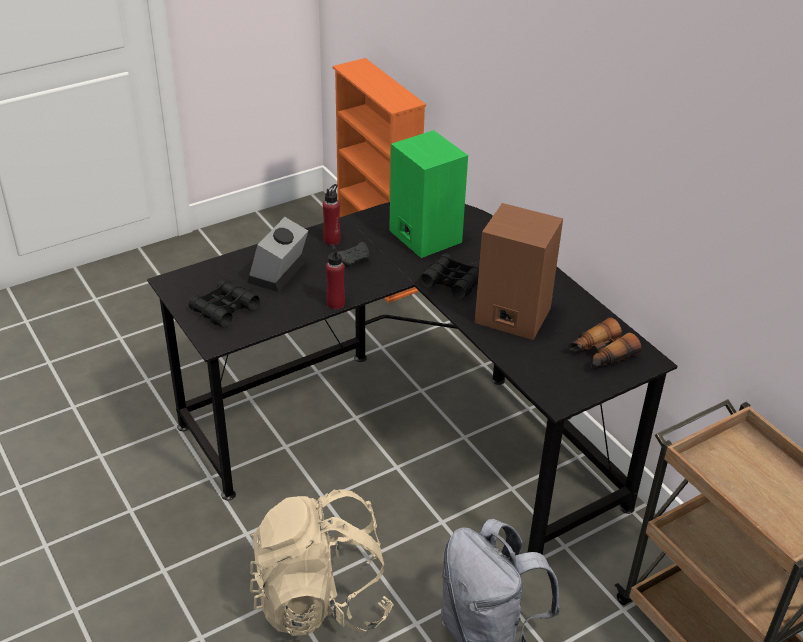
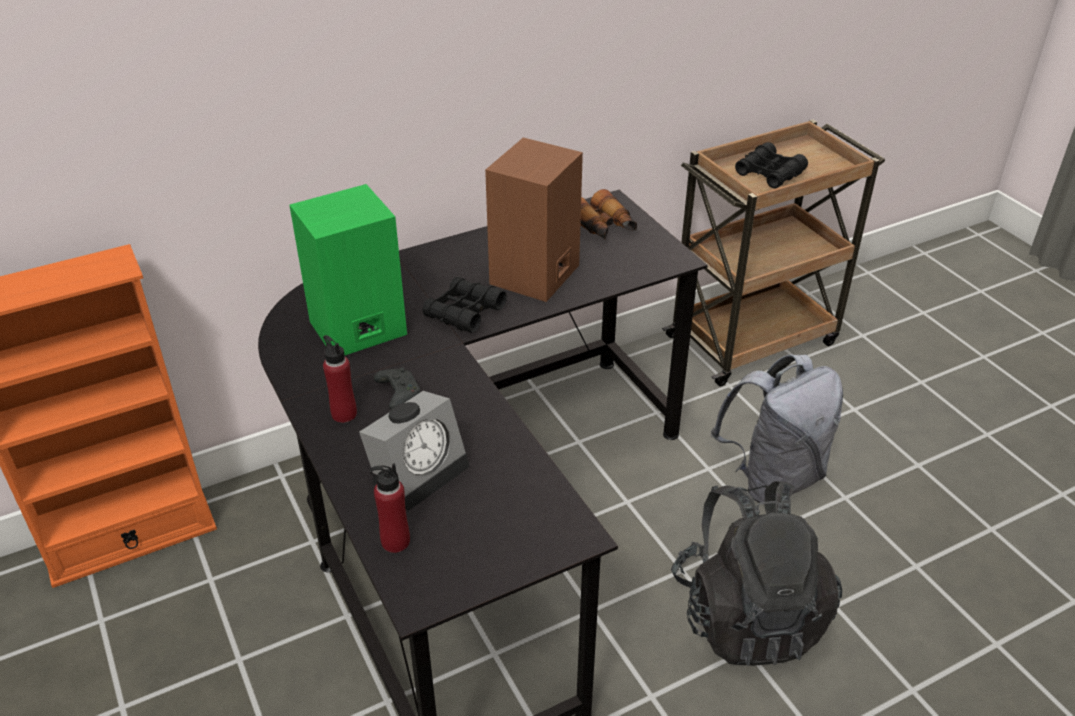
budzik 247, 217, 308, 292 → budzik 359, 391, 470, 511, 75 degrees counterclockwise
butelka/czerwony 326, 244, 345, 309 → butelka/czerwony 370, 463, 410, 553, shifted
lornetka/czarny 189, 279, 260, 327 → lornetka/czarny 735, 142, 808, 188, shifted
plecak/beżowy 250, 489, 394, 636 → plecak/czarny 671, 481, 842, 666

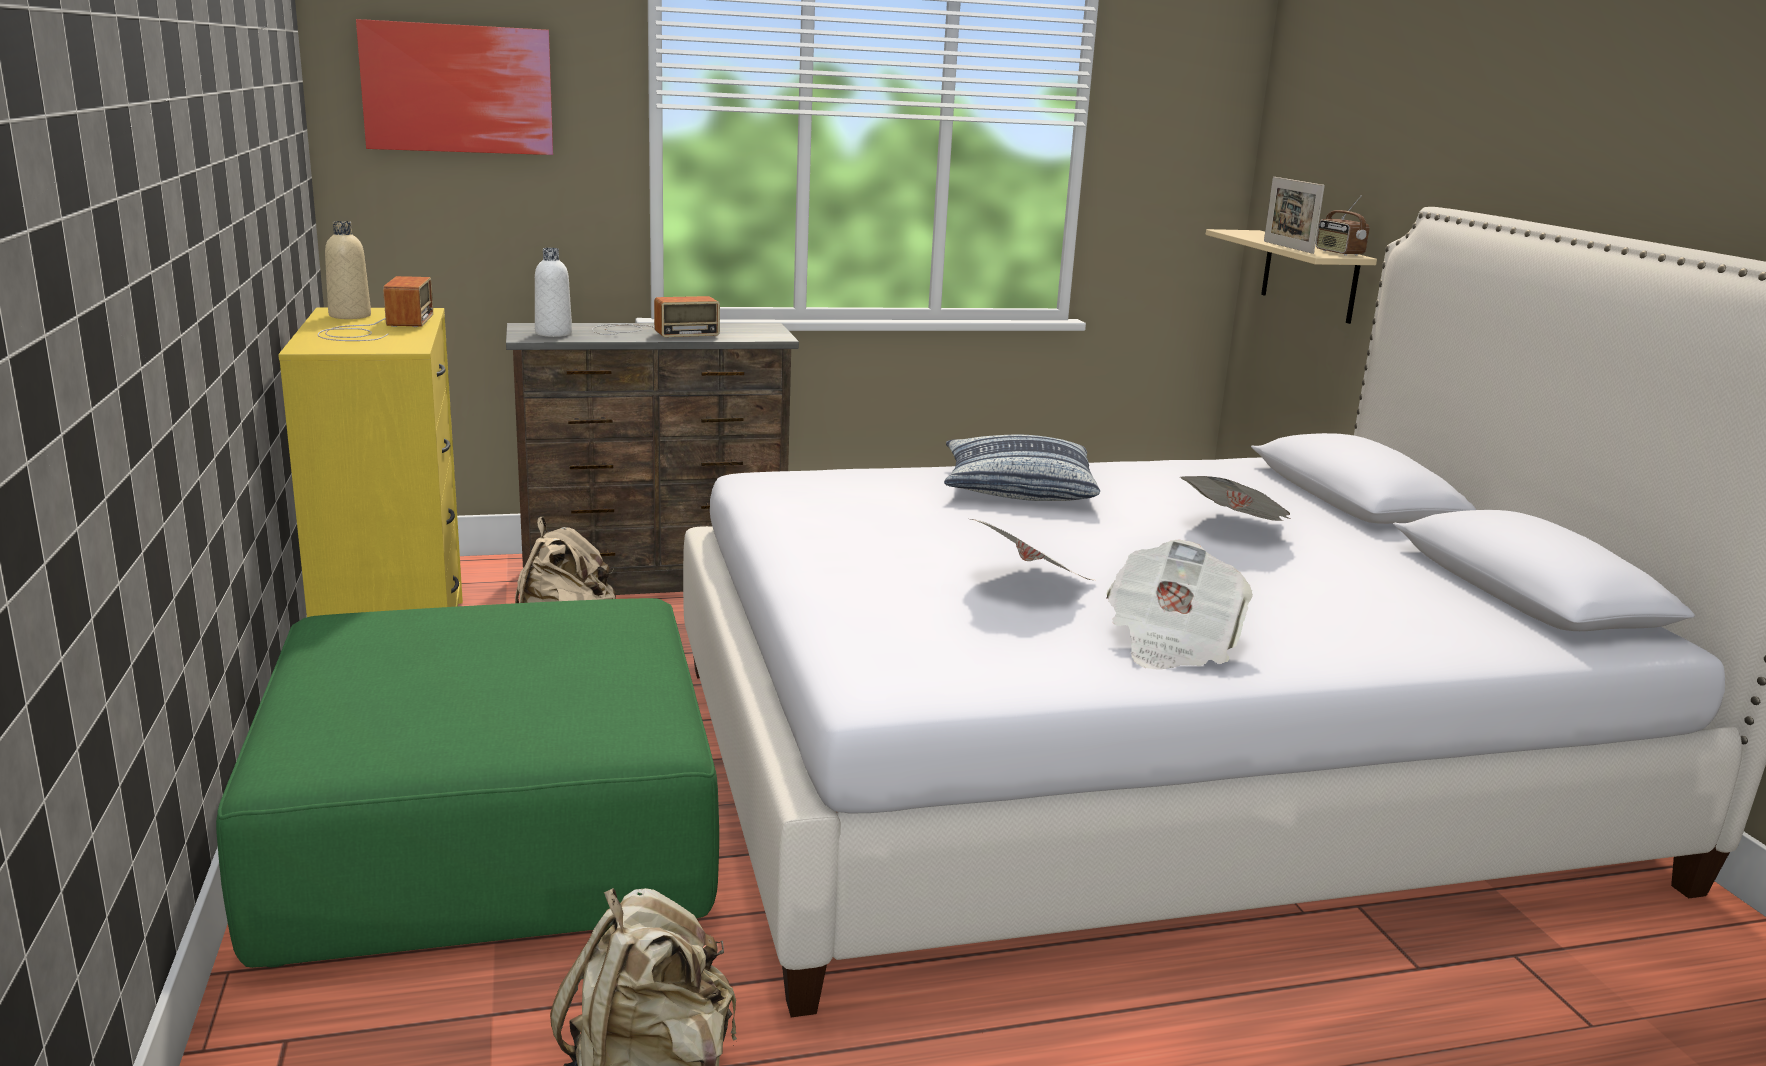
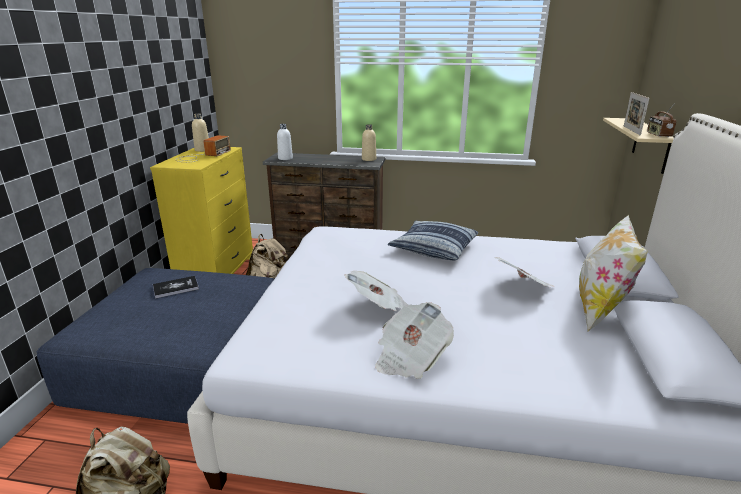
obraz 356, 19, 553, 155 → -
radio 592, 296, 720, 338 → -
pufa/zielony 216, 598, 719, 968 → pufa/niebieski 37, 268, 274, 424
- → butelka/beżowy 362, 124, 376, 161
- → poduszka 579, 214, 648, 332
- → książka 153, 276, 199, 299

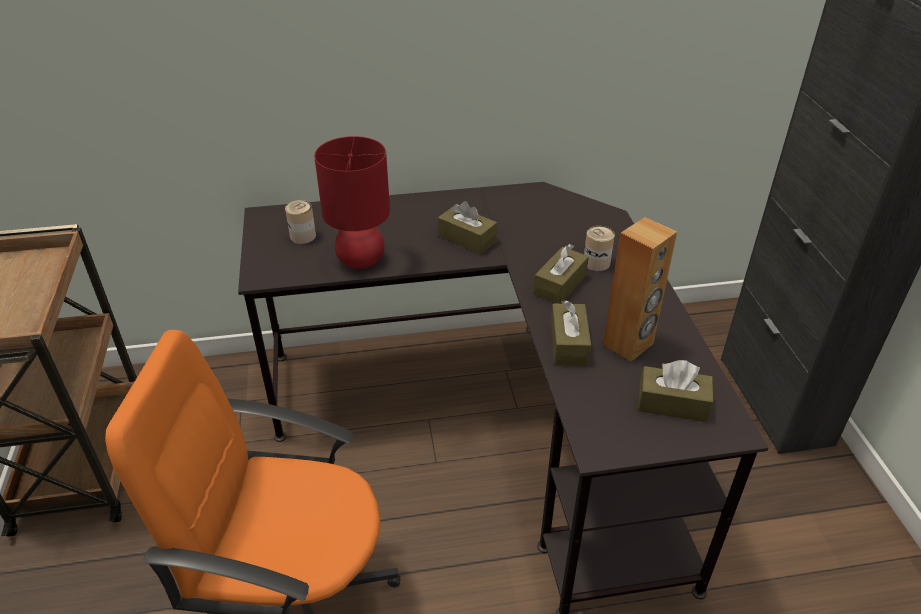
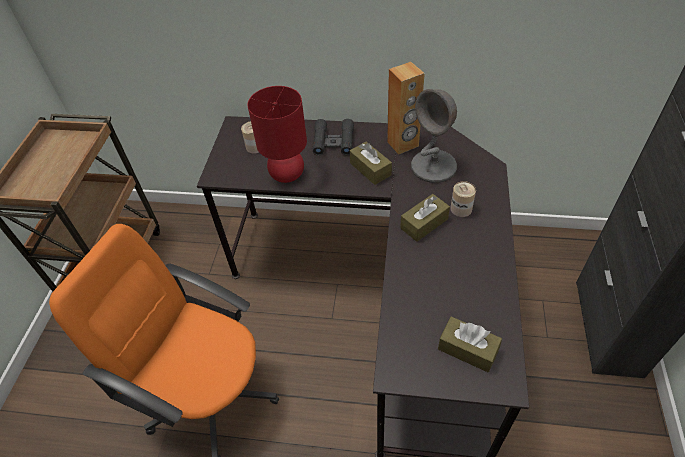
głośnik/brązowy 603, 217, 677, 362 → głośnik/brązowy 387, 61, 425, 155, shifted
pudełko chusteczek/brązowy 551, 300, 591, 365 → -
- → lampa stołowa/szary 411, 89, 457, 183
- → lornetka/czarny 313, 119, 354, 156

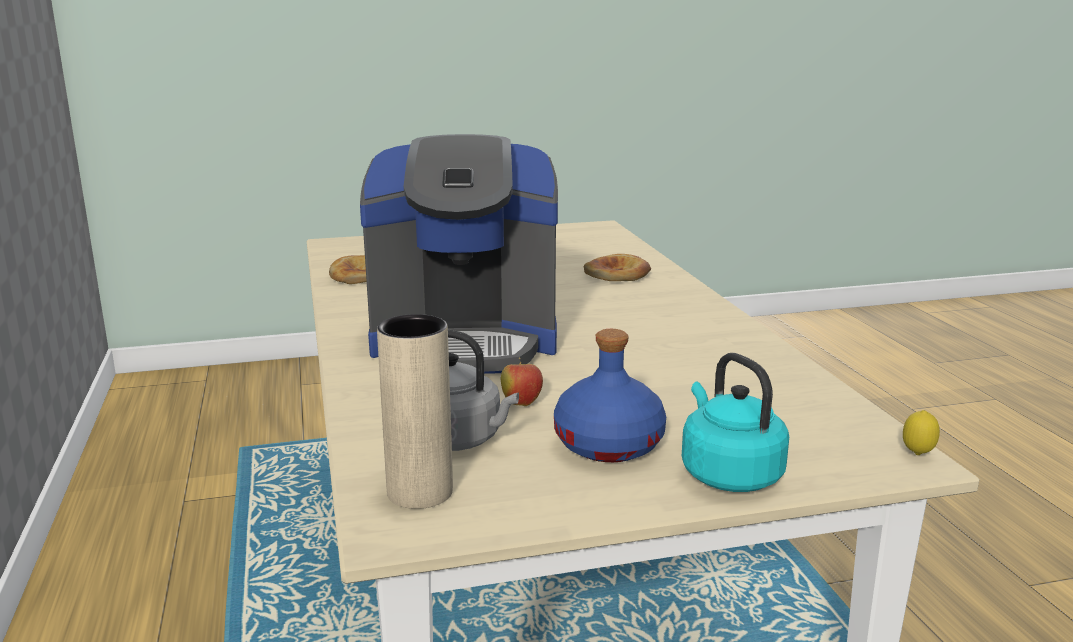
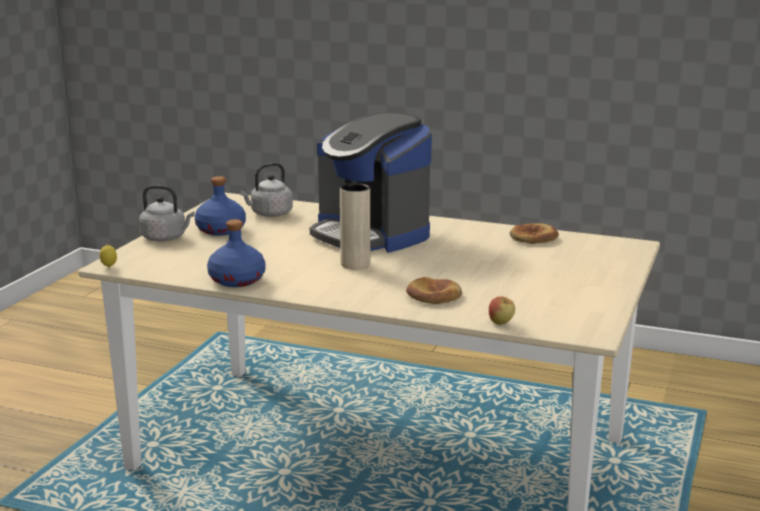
ekspres do kawy 360, 134, 558, 374 → ekspres do kawy 310, 112, 432, 252, 75 degrees counterclockwise
wazon/beżowy 377, 314, 453, 509 → wazon/beżowy 340, 183, 370, 270, shifted
czajnik/turkusowy 682, 353, 789, 492 → czajnik/szary 139, 185, 194, 241
jabłko 500, 357, 543, 406 → jabłko 489, 297, 515, 325, shifted
- → butelka/niebieski 207, 219, 265, 287

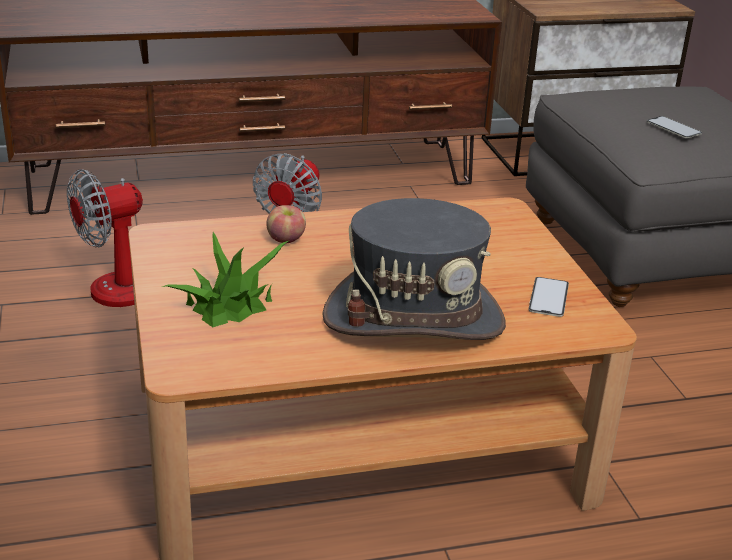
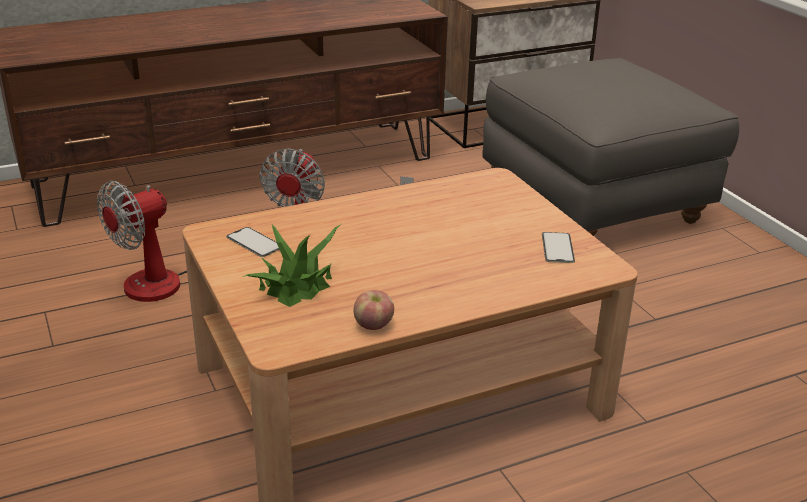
telefon 647, 116, 702, 138 → telefon 227, 227, 280, 257, shifted
kapelusz/szary 322, 198, 506, 340 → -
jabłko 266, 205, 306, 243 → jabłko 354, 290, 394, 330, shifted

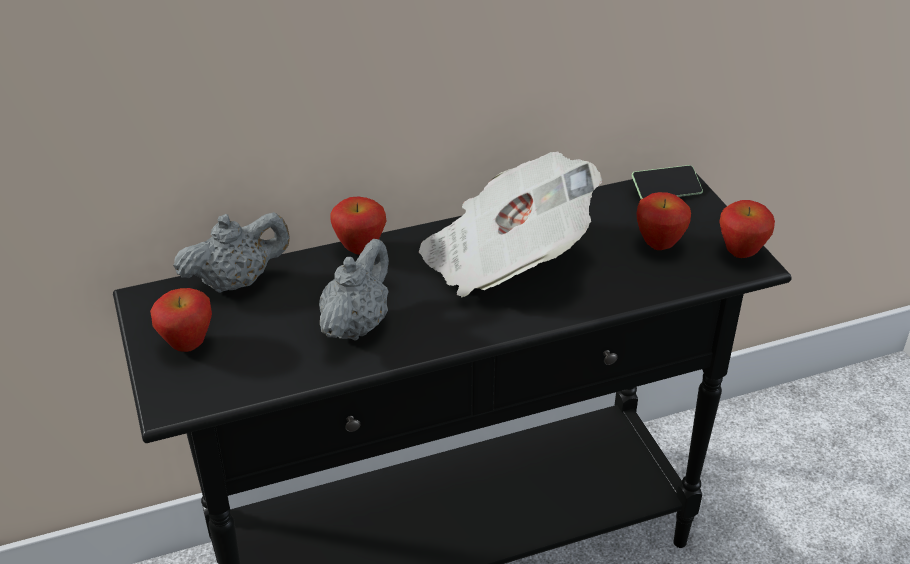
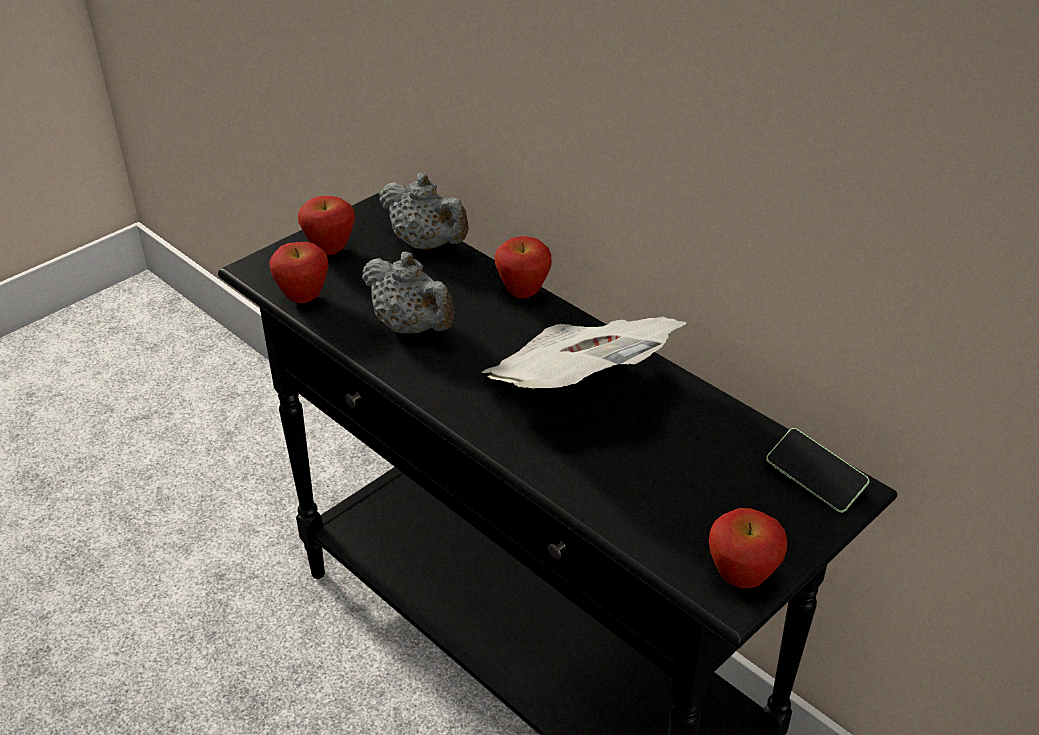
jabłko 636, 192, 691, 250 → jabłko 269, 242, 329, 303, shifted
imbryk/szary 319, 239, 389, 340 → imbryk/szary 362, 252, 454, 334, 45 degrees clockwise

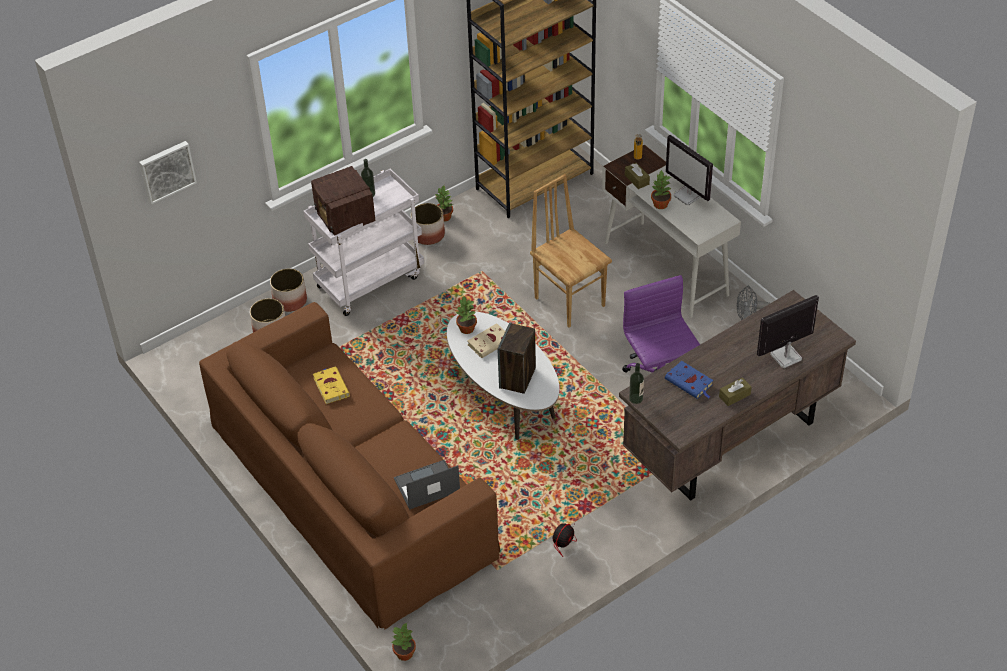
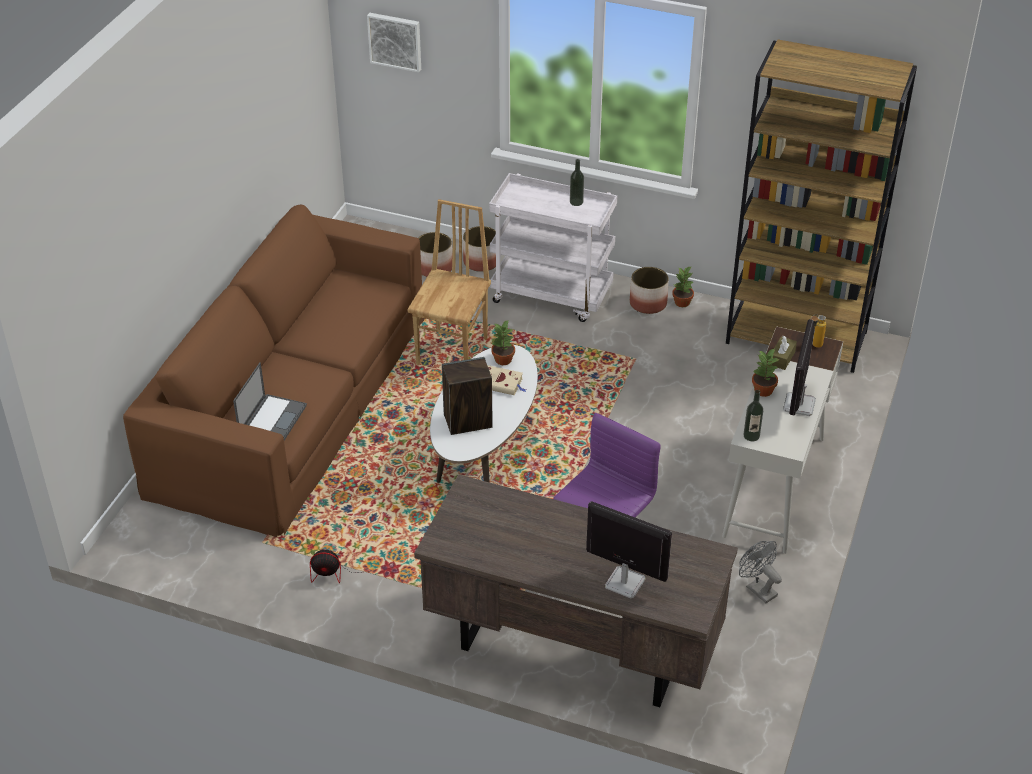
radio 311, 166, 375, 236 → -
krzesło/brązowy 530, 174, 612, 328 → krzesło/brązowy 407, 199, 491, 365, shifted
książka/niebieski 665, 361, 713, 399 → -
butelka 629, 363, 644, 404 → butelka 743, 390, 763, 441, shifted
książka/żółty 313, 366, 350, 404 → -
pudełko chusteczek/brązowy 719, 377, 752, 406 → -
laptop 394, 460, 460, 510 → laptop 233, 362, 307, 441, 75 degrees clockwise
roślina doniczkowa 392, 623, 416, 661 → -

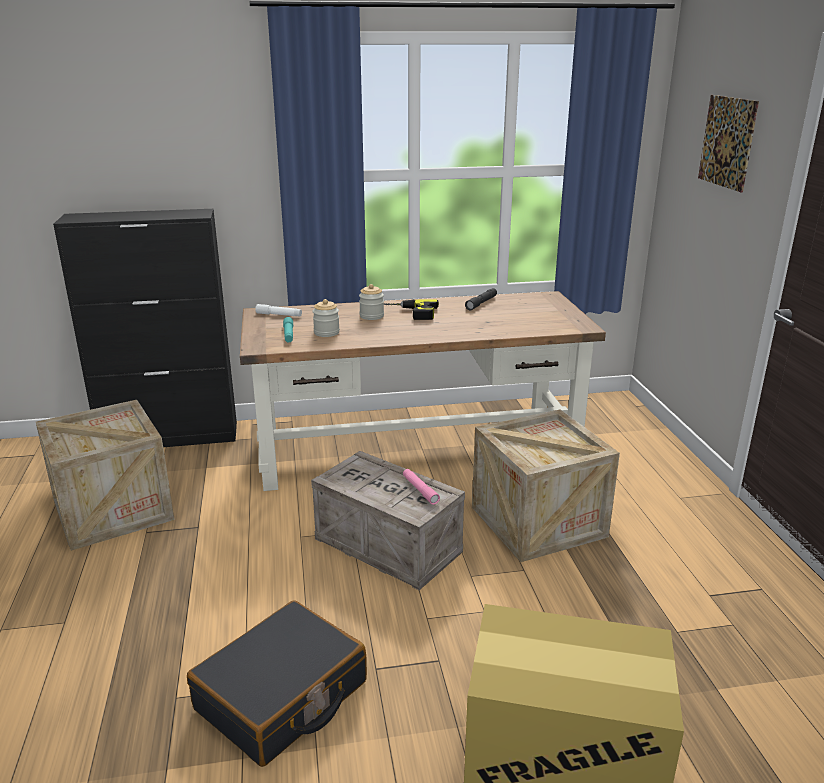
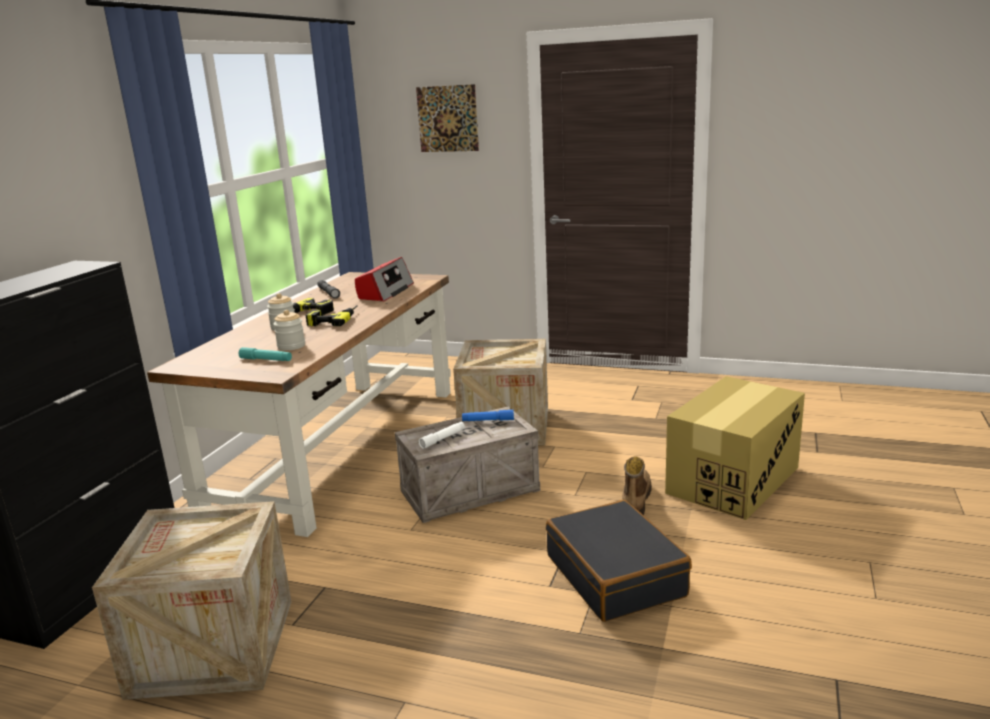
latarka/biały 255, 304, 302, 317 → latarka/biały 419, 422, 465, 449, shifted
latarka/różowy 403, 469, 440, 505 → latarka/niebieski 462, 410, 514, 421
- → radio 355, 257, 414, 301
- → wiertarka 306, 306, 357, 327
- → but z cholewką 622, 456, 652, 515

